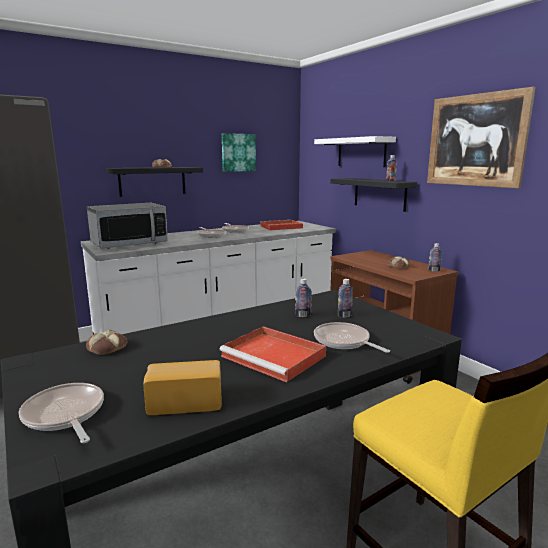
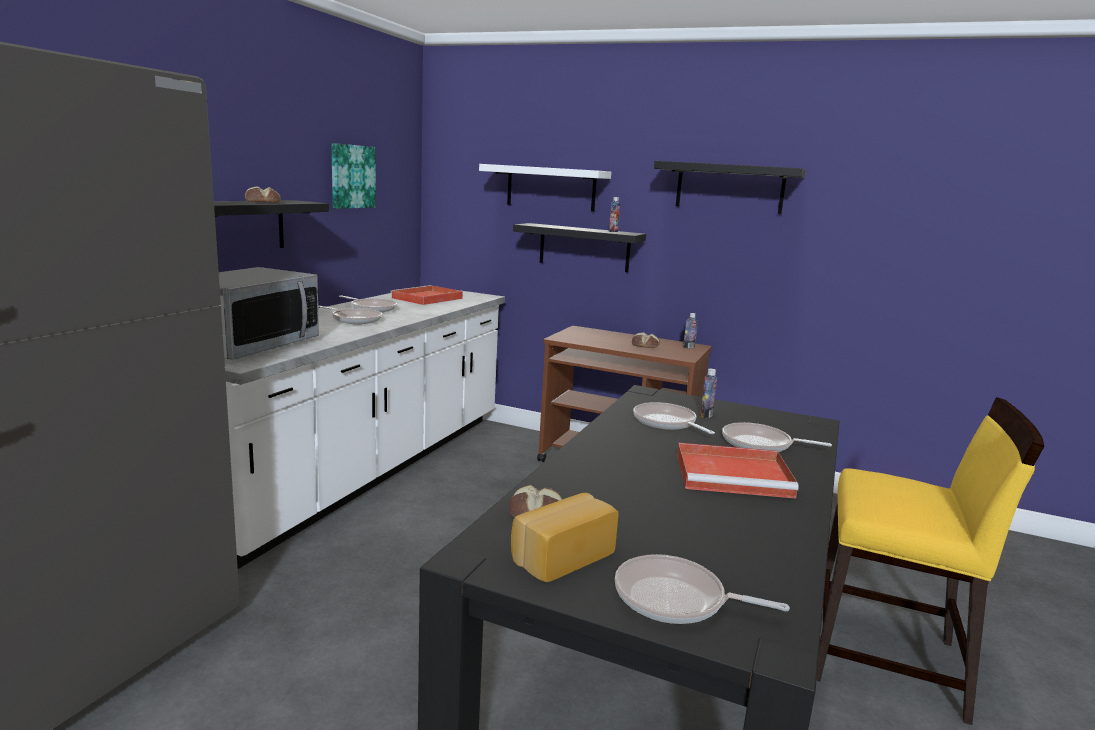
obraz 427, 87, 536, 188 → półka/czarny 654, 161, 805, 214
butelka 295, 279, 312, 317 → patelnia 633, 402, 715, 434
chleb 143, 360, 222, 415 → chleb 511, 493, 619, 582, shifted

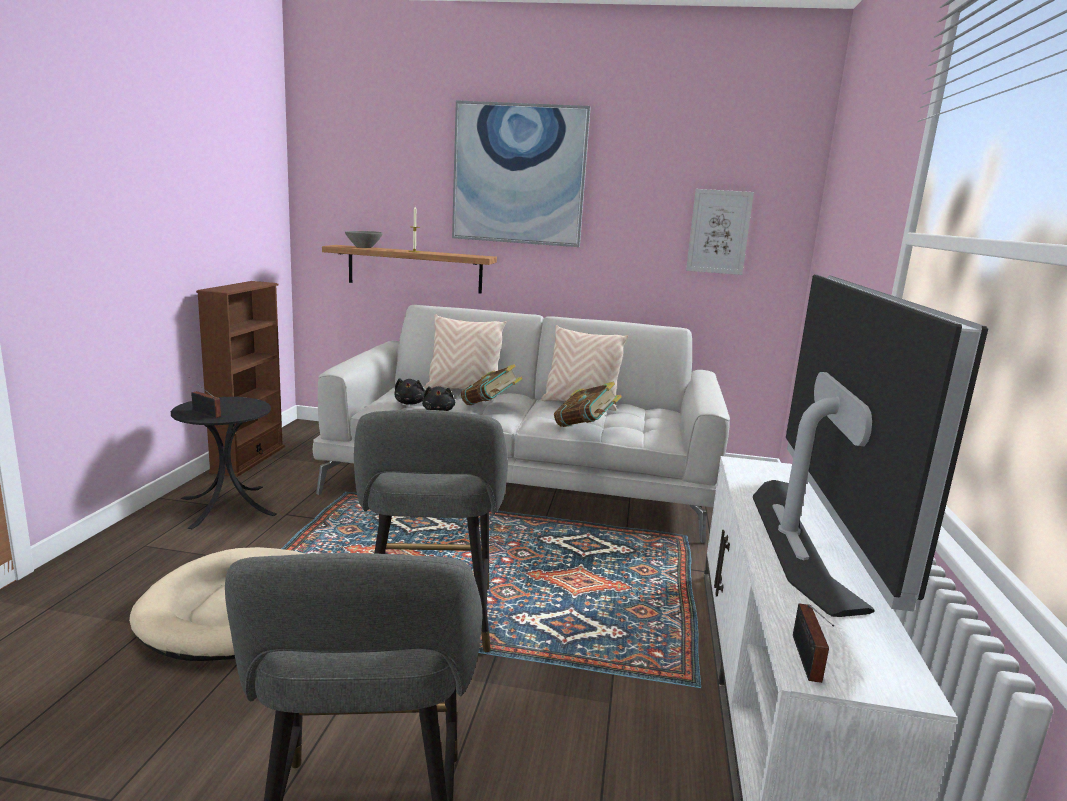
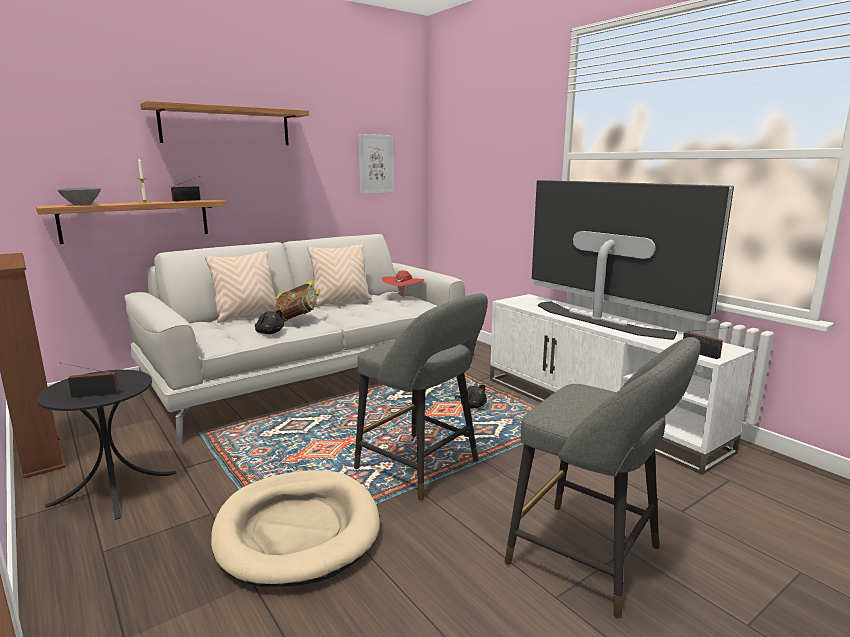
obraz 452, 100, 591, 247 → półka 140, 101, 309, 145
pluszak/czarny 394, 378, 425, 405 → pluszak/czarny 455, 385, 487, 408, shifted
książka 554, 382, 622, 427 → -
- → radio 171, 176, 201, 201
- → kapelusz/czerwony 382, 270, 424, 297

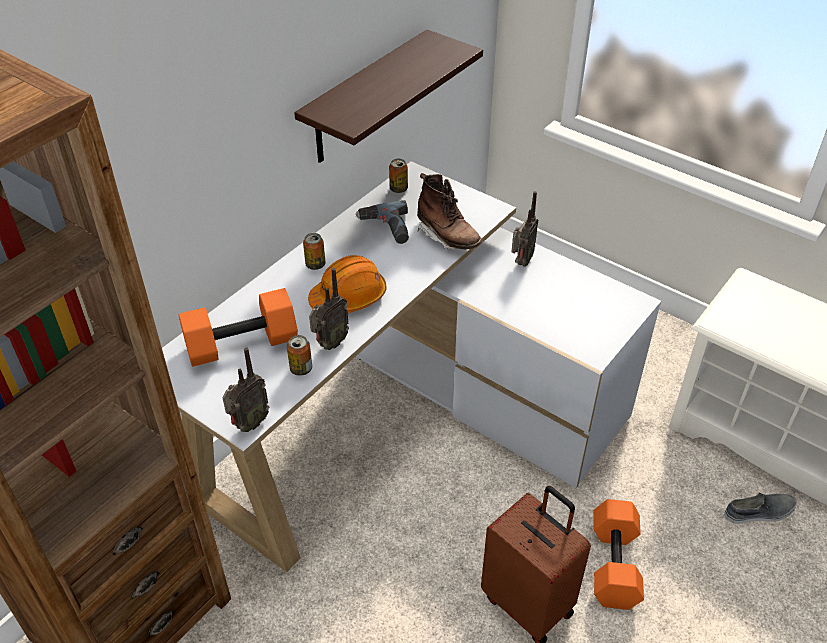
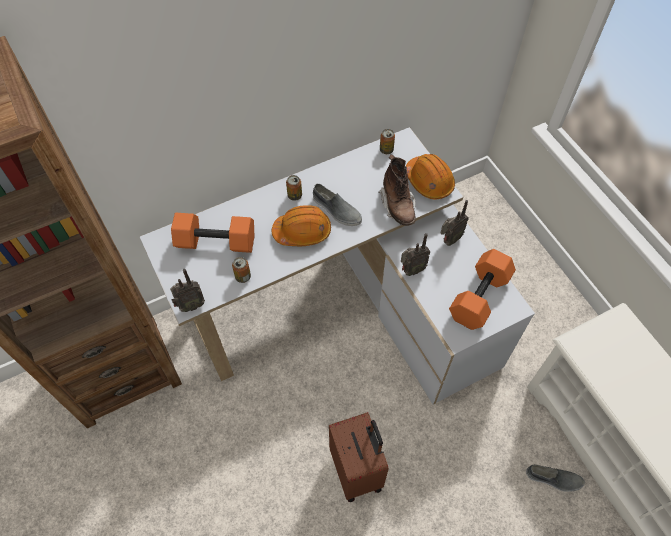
półka 294, 29, 483, 163 → -
wiertarka 356, 200, 409, 244 → -
radio 309, 268, 349, 350 → radio 401, 233, 430, 276, shifted
hantel/pomarańczowy 593, 499, 644, 610 → hantel/pomarańczowy 449, 249, 516, 330, shifted
- → kask/pomarańczowy 406, 154, 455, 199
- → but/szary 313, 184, 362, 226

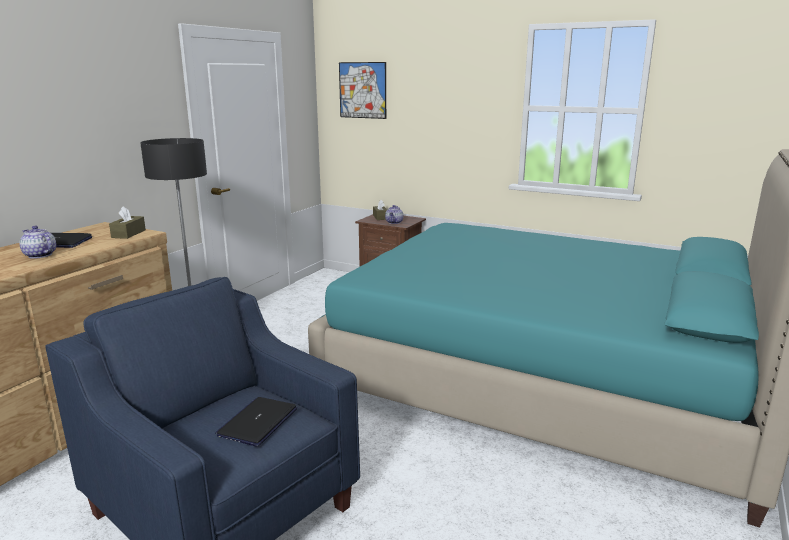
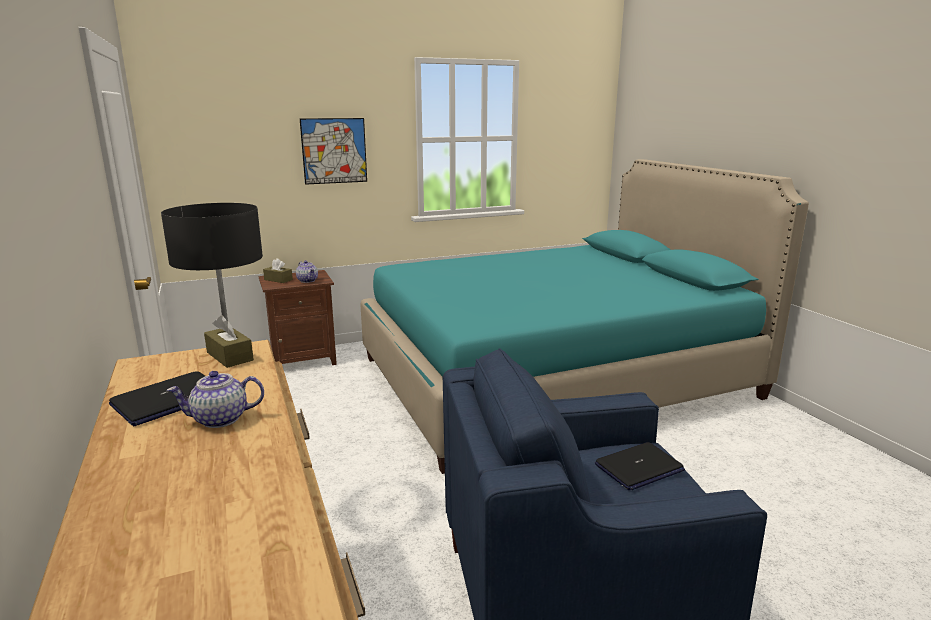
obraz 339, 62, 386, 119 → obraz 300, 118, 367, 185, shifted
laptop 215, 397, 297, 447 → laptop 595, 442, 685, 490, 90 degrees counterclockwise

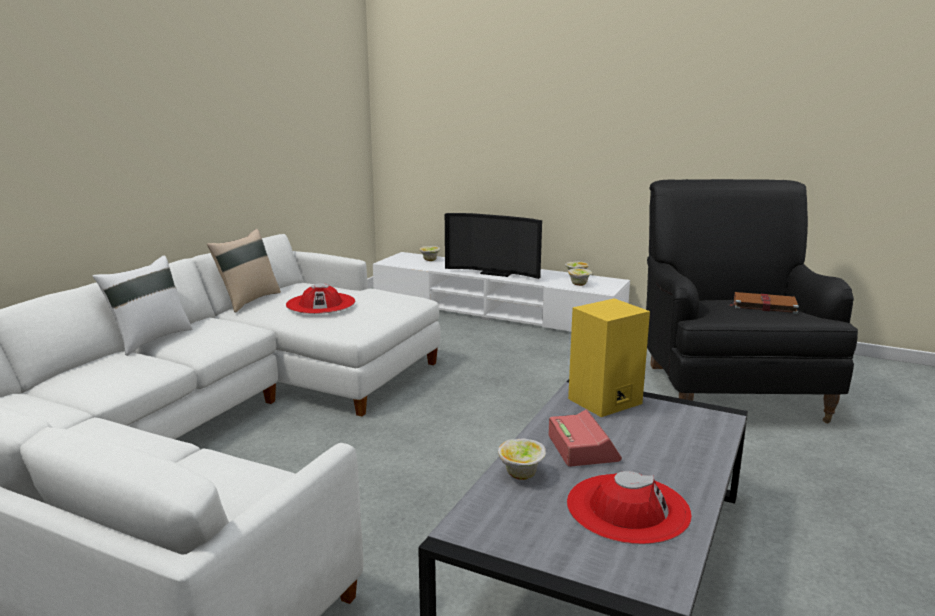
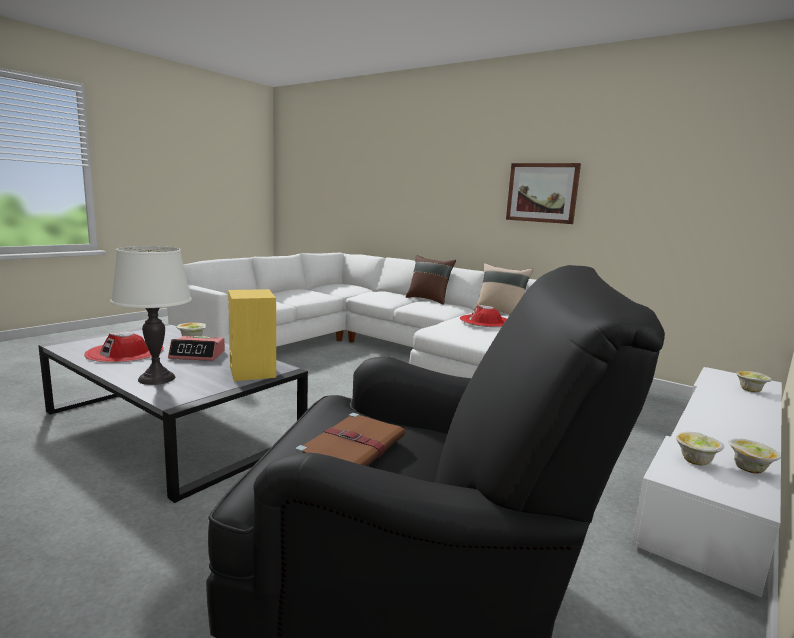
telewizor 445, 213, 542, 279 → -
poduszka/biały 93, 255, 192, 356 → poduszka/brązowy 406, 255, 456, 305
- → obraz 506, 163, 581, 224
- → lampa stołowa/biały 110, 246, 192, 385

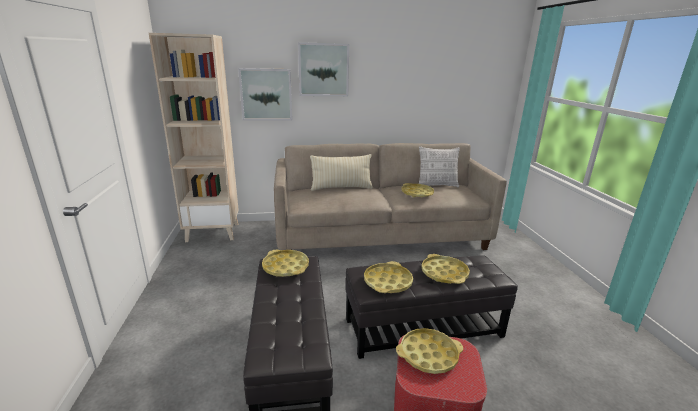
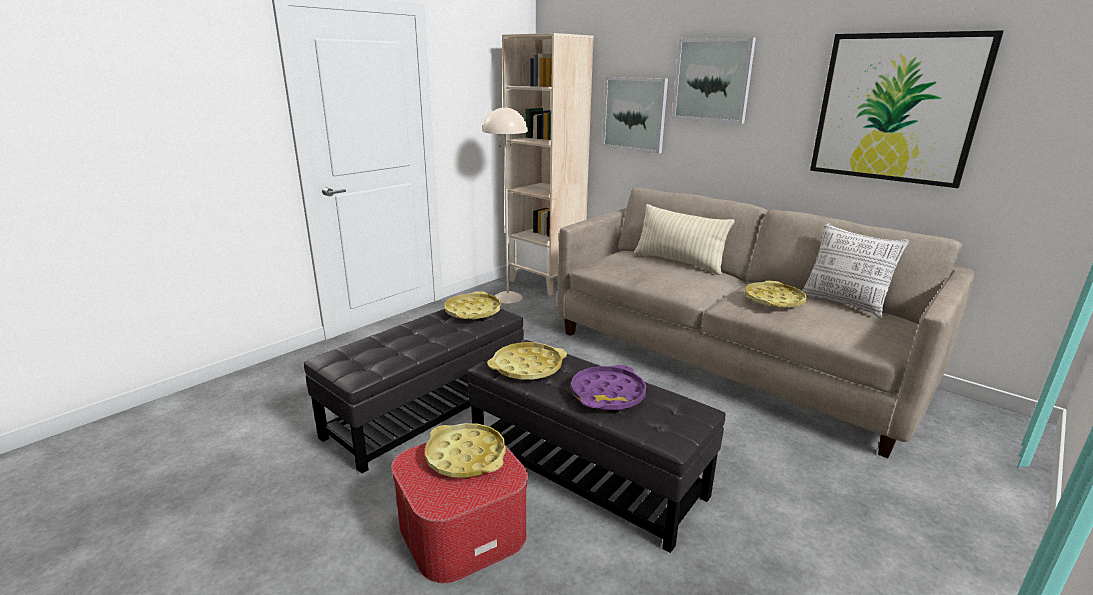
taca/żółty 421, 254, 470, 284 → taca/fioletowy 571, 365, 646, 411
- → obraz 810, 30, 1004, 188
- → lampa stojąca/beżowy 482, 106, 528, 304

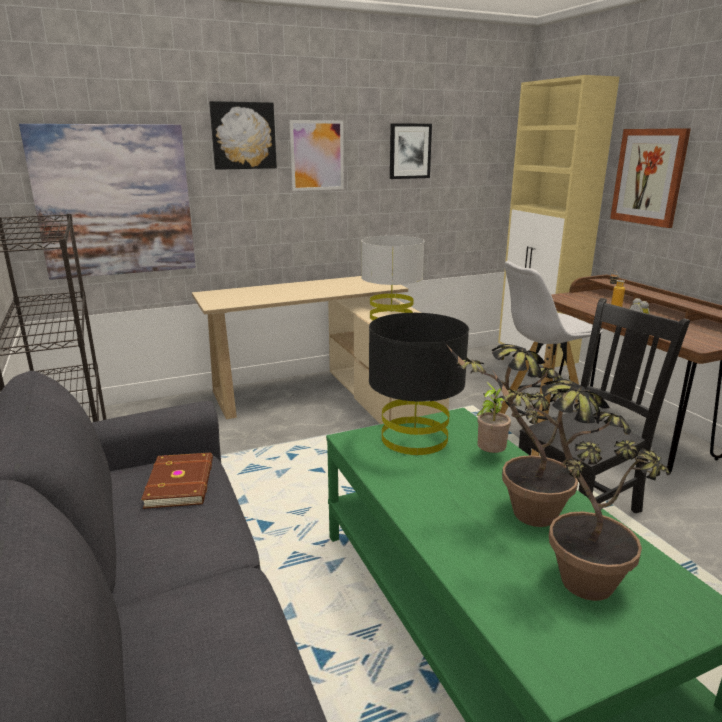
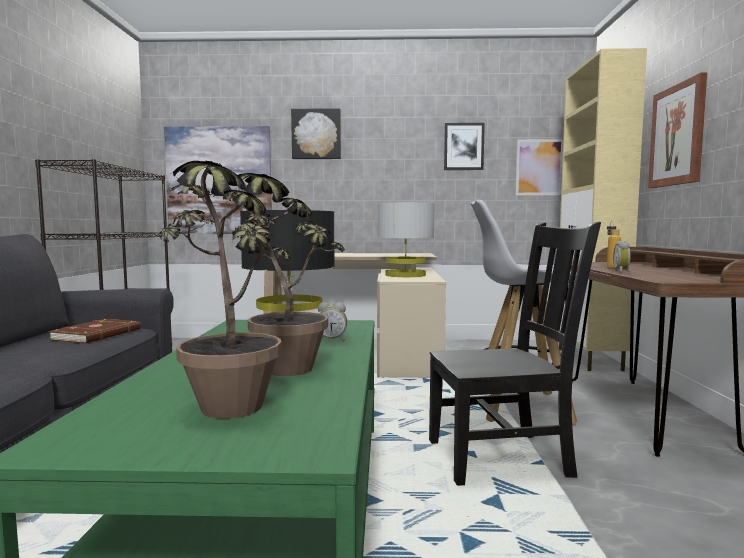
obraz 289, 120, 344, 191 → obraz 515, 139, 563, 195, shifted
roślina doniczkowa 477, 382, 511, 453 → budzik 318, 302, 347, 341

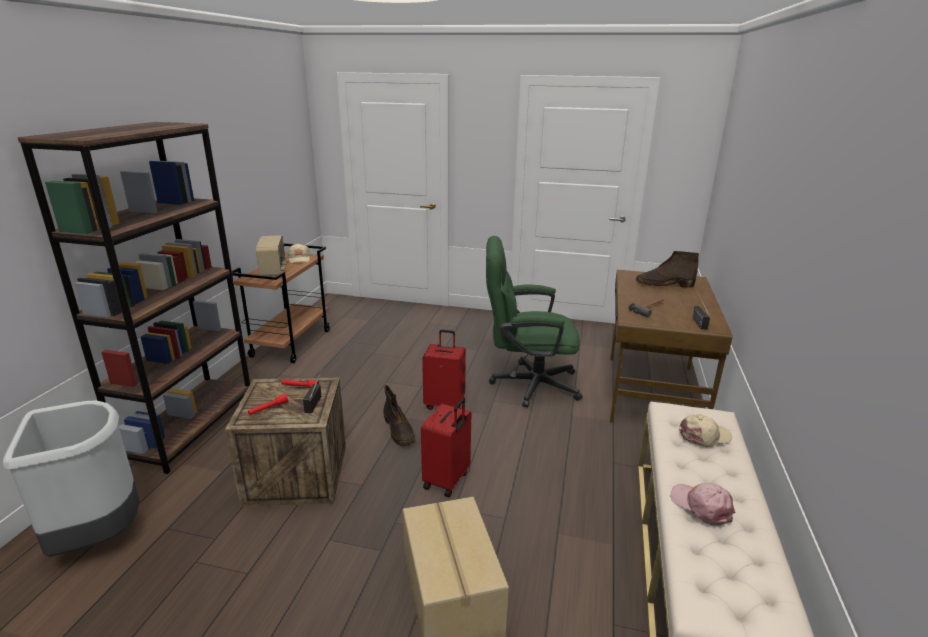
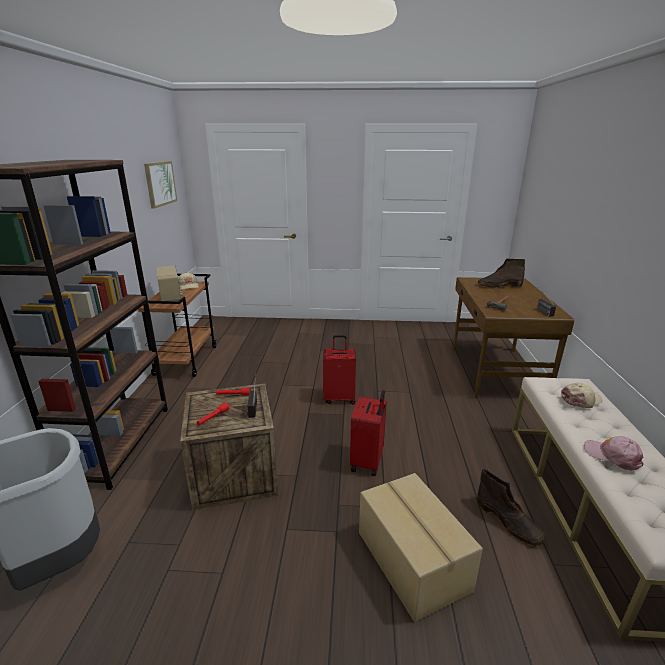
krzesło biurowe/zielony 486, 236, 583, 407 → -
but z cholewką/brązowy 383, 385, 415, 446 → but z cholewką/brązowy 477, 469, 546, 546, shifted
- → obraz 144, 161, 177, 209

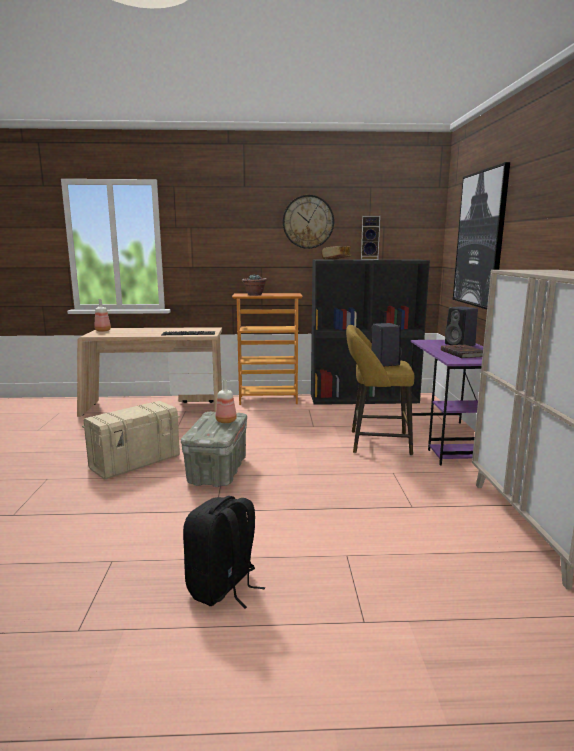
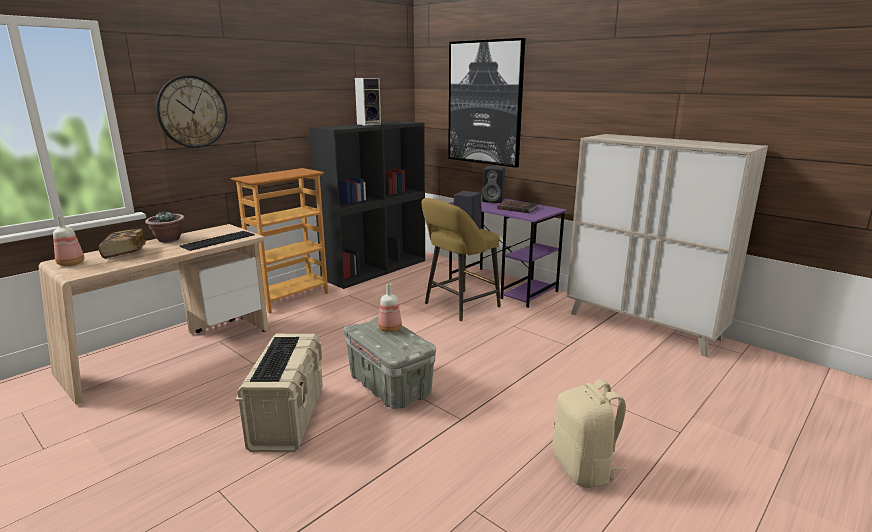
zegar ścienny 283, 195, 334, 249 → zegar ścienny 156, 75, 227, 148, shifted
książka 322, 246, 351, 259 → książka 99, 228, 146, 259, shifted
roślina doniczkowa 242, 274, 267, 296 → roślina doniczkowa 145, 212, 185, 242, shifted
plecak/czarny 183, 496, 265, 609 → plecak/beżowy 552, 379, 626, 488
- → klawiatura 250, 337, 299, 382

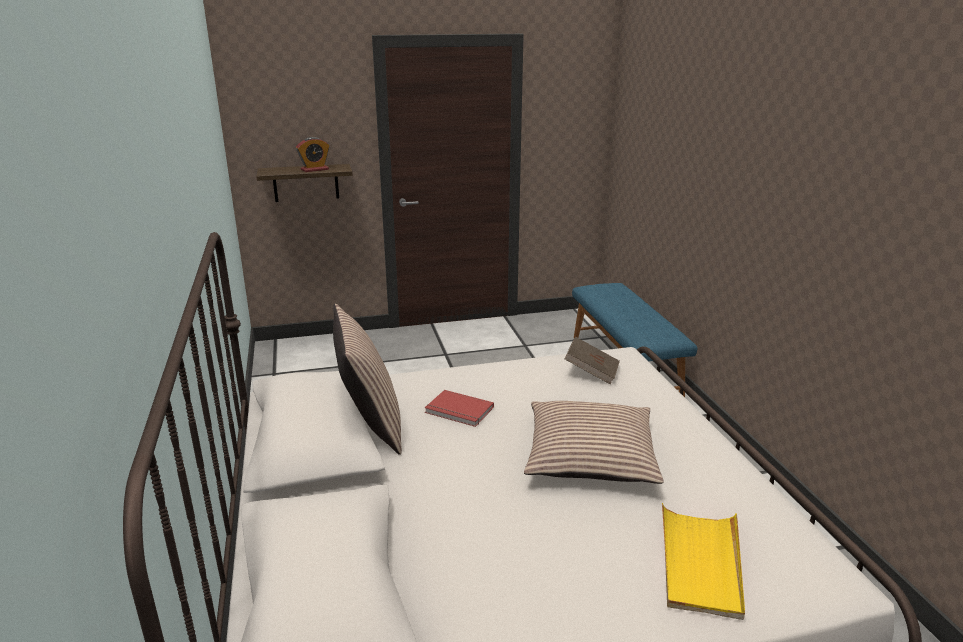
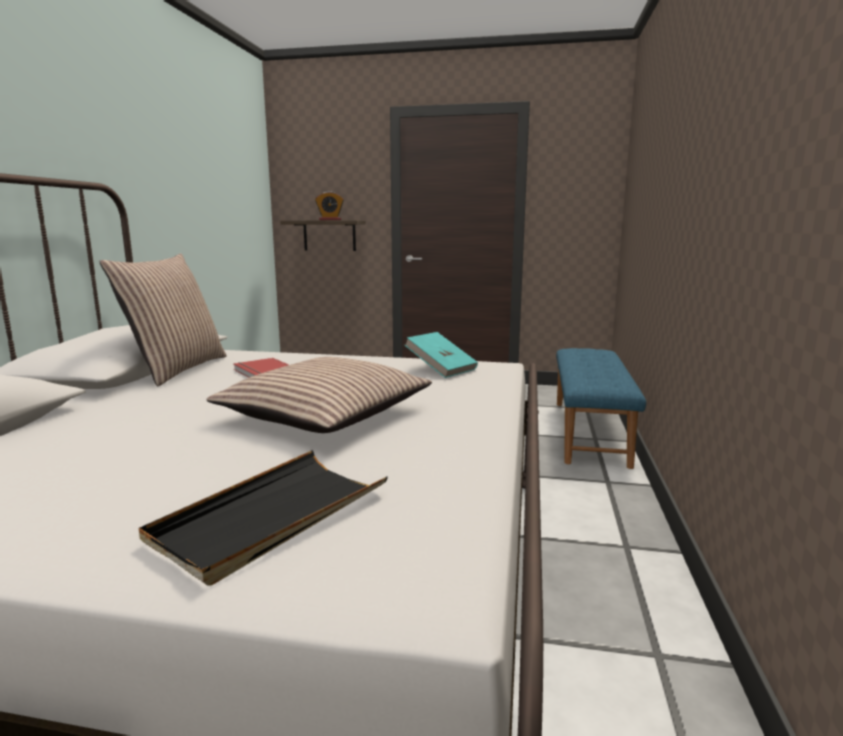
książka/brązowy 565, 337, 620, 385 → książka/turkusowy 404, 332, 478, 378
taca/żółty 662, 503, 745, 620 → taca/czarny 139, 450, 388, 586

